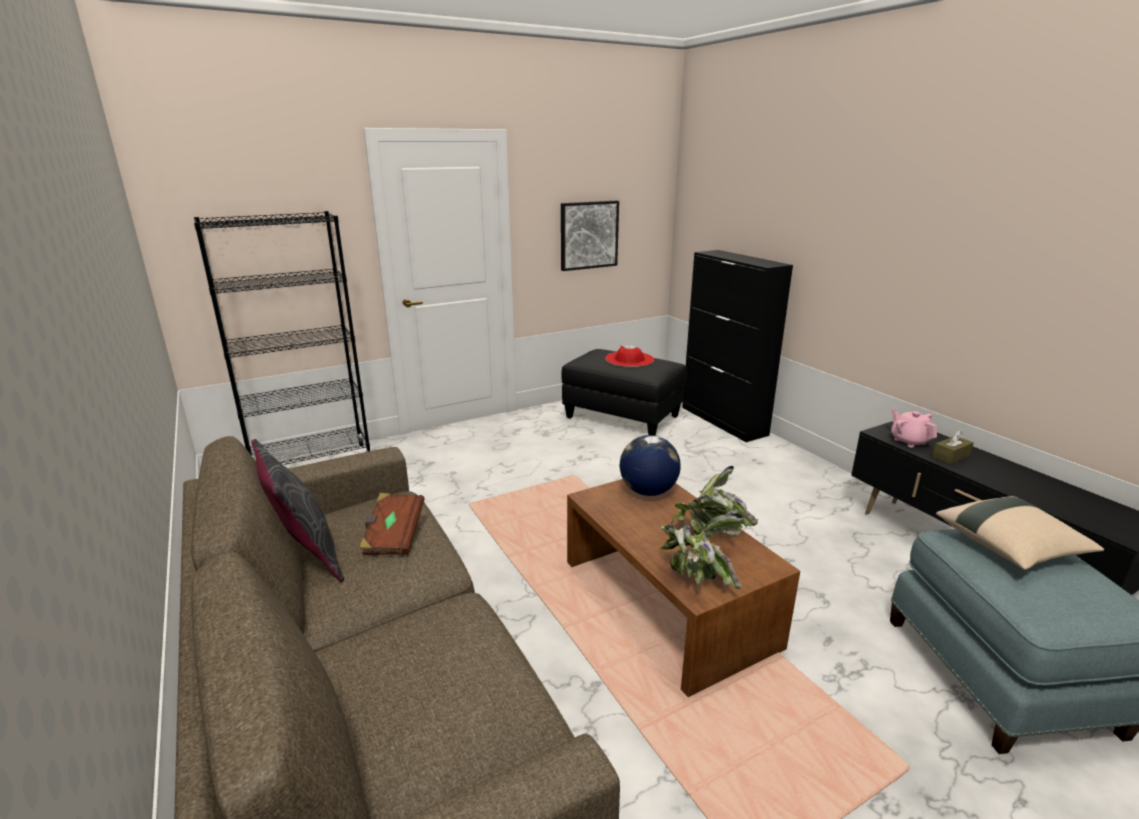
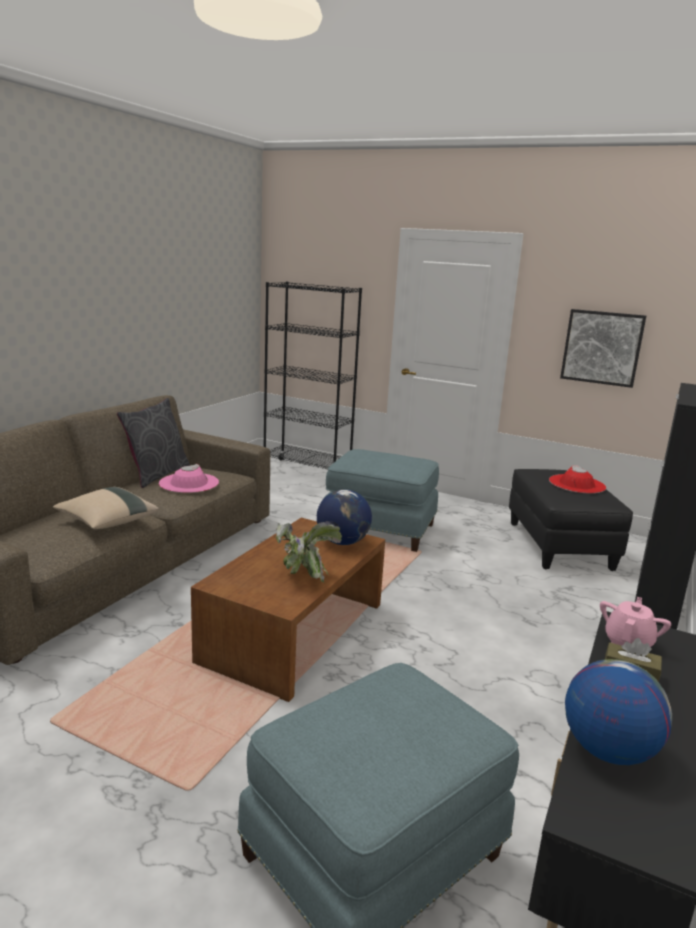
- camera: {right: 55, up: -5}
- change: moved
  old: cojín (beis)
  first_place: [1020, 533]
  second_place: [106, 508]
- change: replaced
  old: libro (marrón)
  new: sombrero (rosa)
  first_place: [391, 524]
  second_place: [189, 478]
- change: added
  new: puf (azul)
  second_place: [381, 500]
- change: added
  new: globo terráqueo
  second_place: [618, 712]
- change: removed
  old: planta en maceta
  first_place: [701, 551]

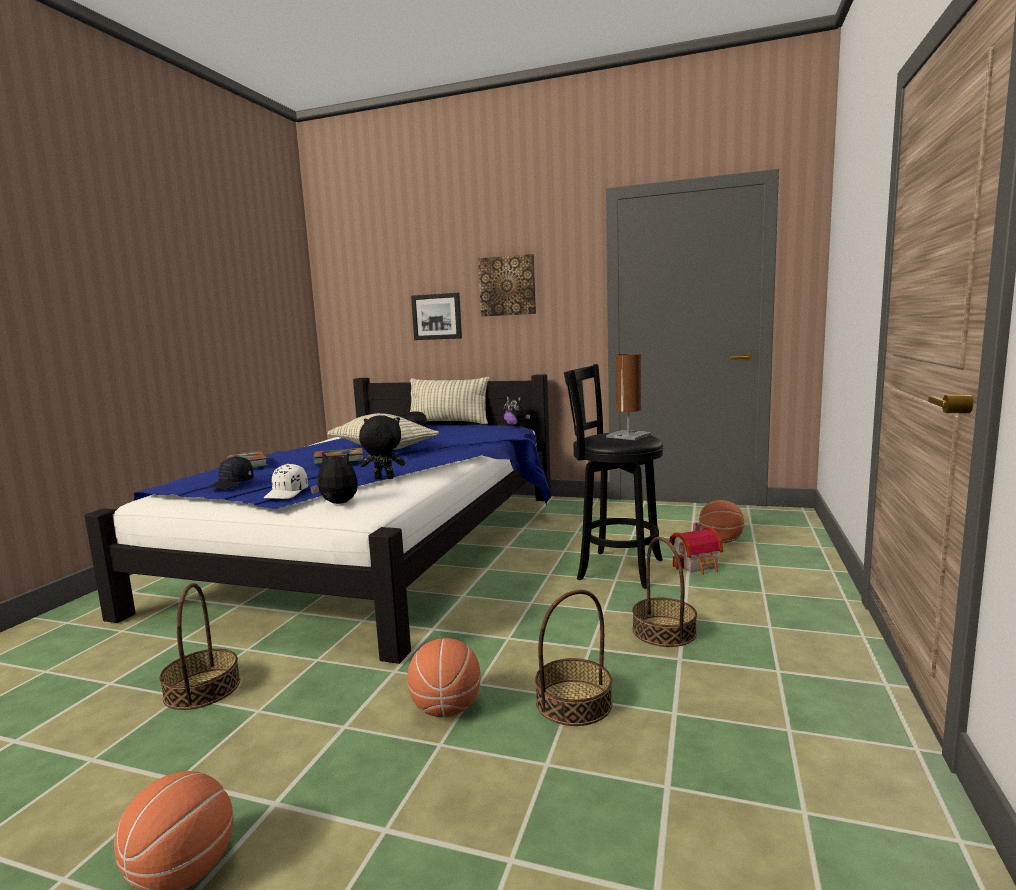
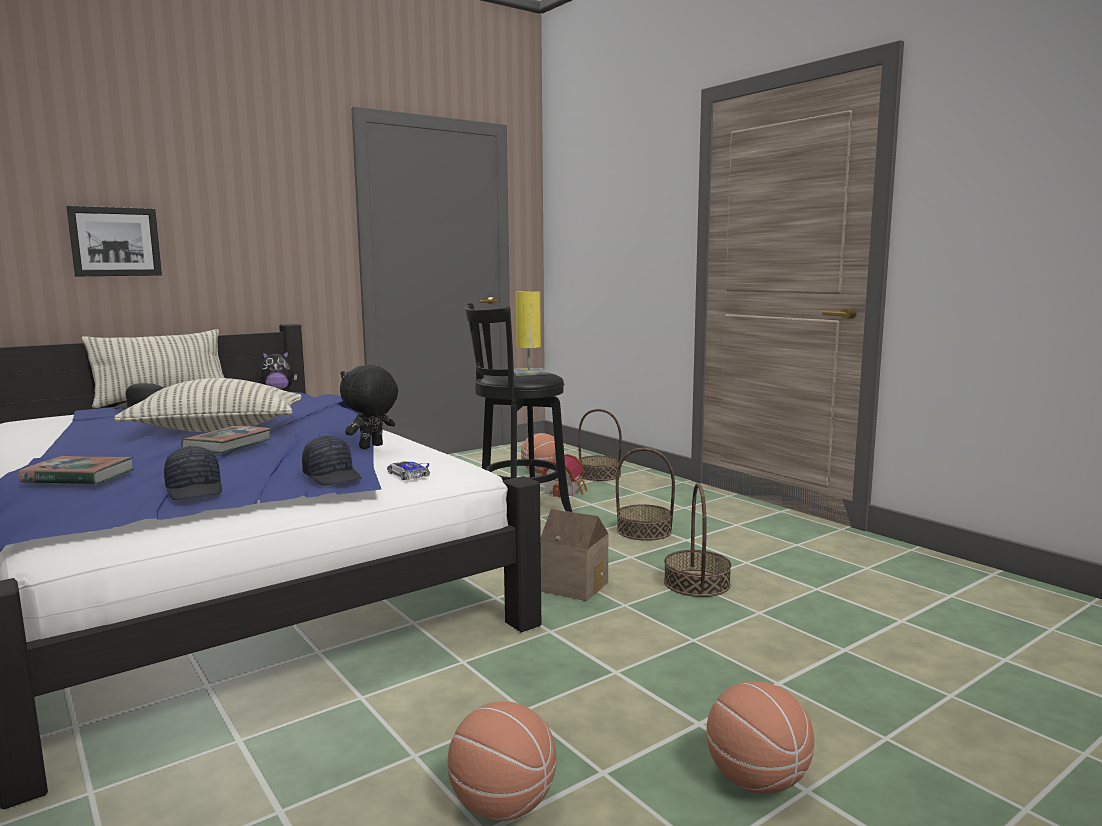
- camera: {right: -55, up: 0}
- change: recoloured
  old: gorra (blanco)
  new: gorra (negro)
  first_place: [286, 481]
  second_place: [332, 461]
- change: replaced
  old: peluche
  new: coche de juguete
  first_place: [334, 478]
  second_place: [408, 470]
- change: moved
  old: balón de baloncesto
  first_place: [444, 677]
  second_place: [502, 761]
- change: recoloured
  old: lámpara de mesa (marrón)
  new: lámpara de mesa (amarillo)
  first_place: [628, 397]
  second_place: [531, 333]
- change: added
  new: casita
  second_place: [574, 555]
- change: moved
  old: cesta
  first_place: [199, 646]
  second_place: [600, 445]
- change: removed
  old: cuadro
  first_place: [507, 285]

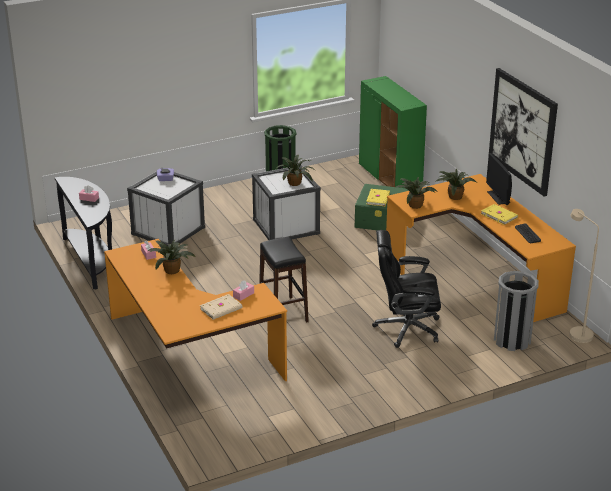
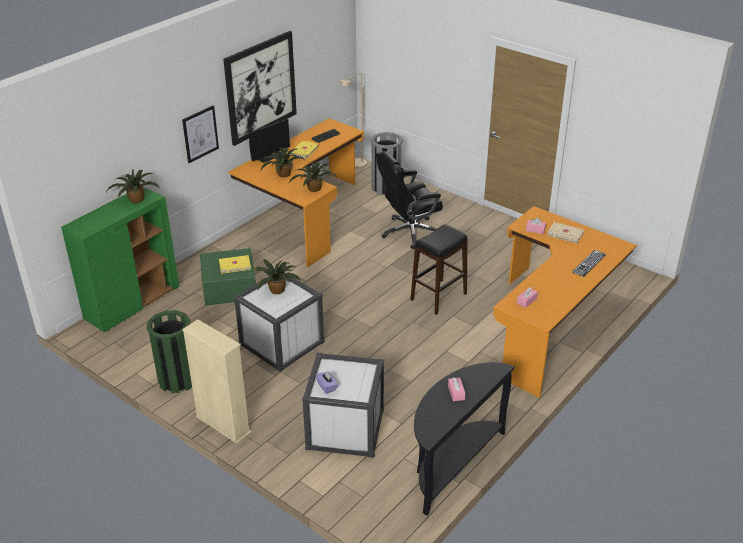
- camera: {right: -115, up: 5}
- change: moved
  old: planta en maceta
  first_place: [172, 257]
  second_place: [133, 186]
- change: added
  new: cuadro
  second_place: [200, 134]
- change: added
  new: estantería (beis)
  second_place: [216, 381]
- change: turned
  old: silla de oficina (negro)
  first_place: [406, 289]
  second_place: [410, 200]
  degrees: 90
- change: added
  new: teclado
  second_place: [589, 263]

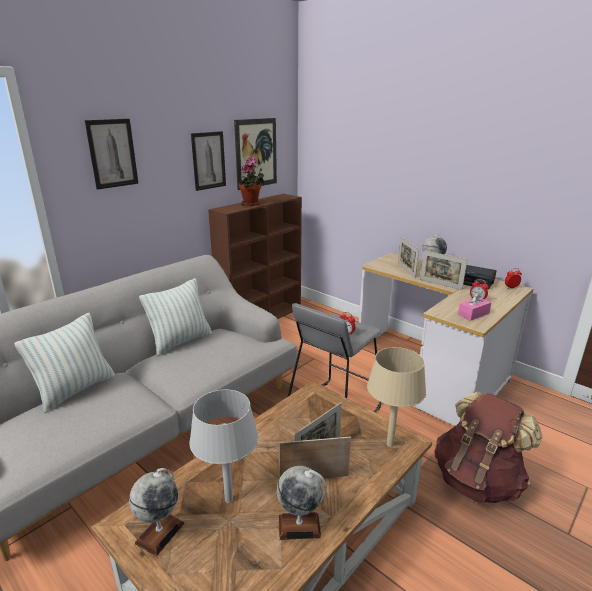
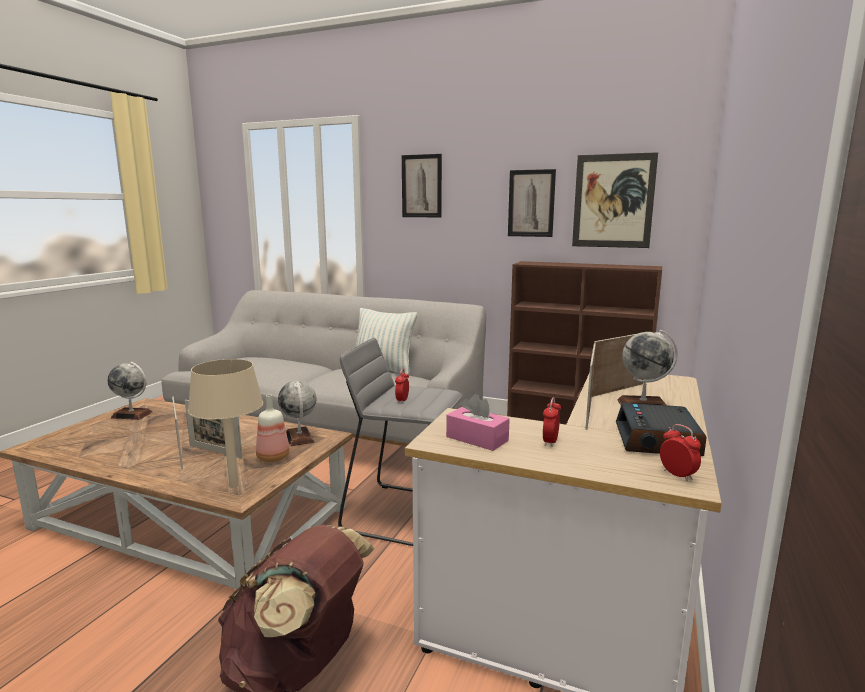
- camera: {right: 70, up: -10}
- change: added
  new: botella
  second_place: [273, 428]
- change: moved
  old: globo terráqueo
  first_place: [302, 503]
  second_place: [297, 413]
- change: removed
  old: cojín
  first_place: [65, 363]
- change: removed
  old: lámpara de mesa (gris)
  first_place: [223, 446]
- change: removed
  old: planta en maceta
  first_place: [251, 181]

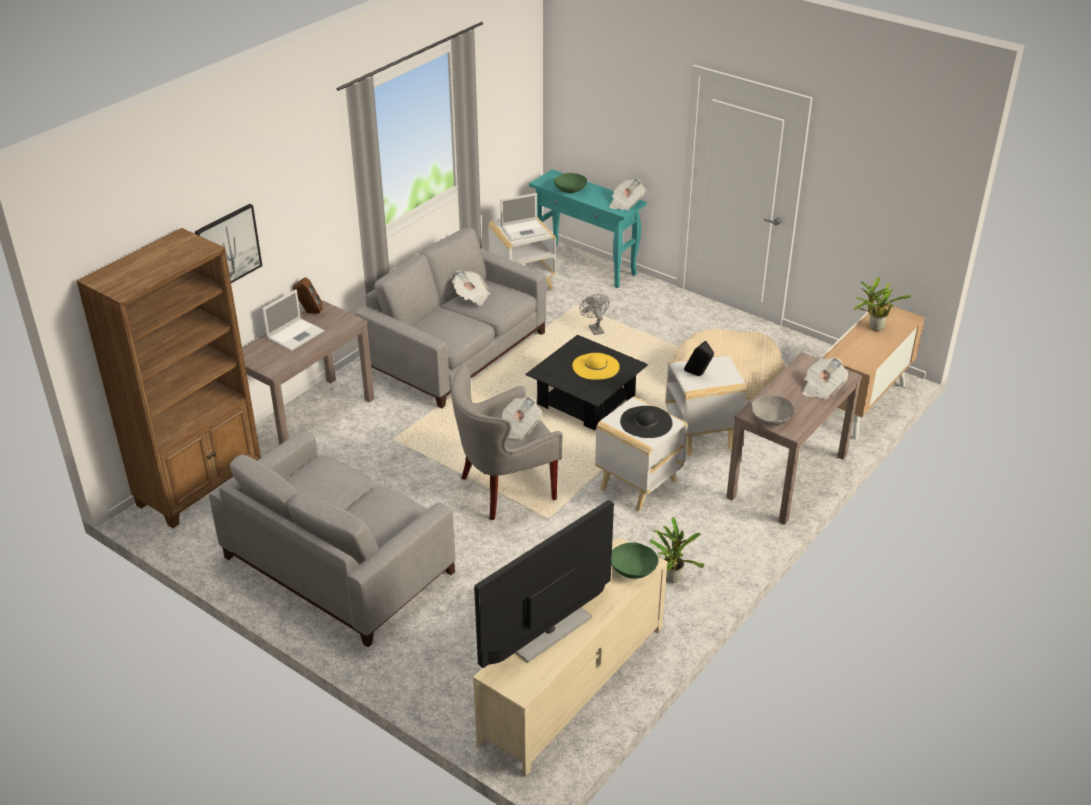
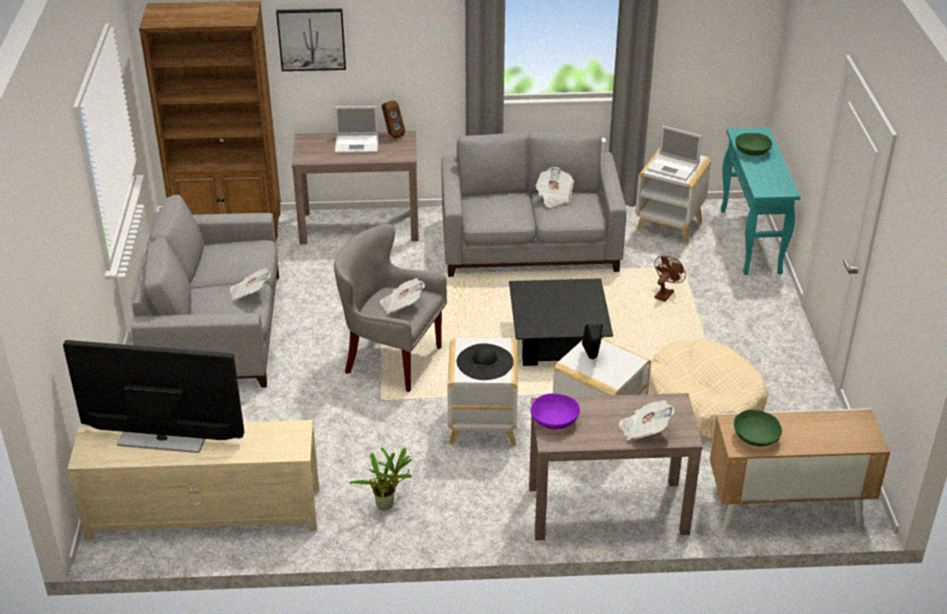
- camera: {right: 50, up: 0}
- change: moved
  old: periódico
  first_place: [627, 194]
  second_place: [250, 284]
- change: recoloured
  old: cuenco (gris)
  new: cuenco (morado)
  first_place: [772, 410]
  second_place: [555, 411]
- change: recoloured
  old: ventilador (gris)
  new: ventilador (marrón)
  first_place: [594, 314]
  second_place: [670, 279]
- change: moved
  old: cuenco (verde)
  first_place: [634, 560]
  second_place: [758, 428]
- change: removed
  old: sombrero (amarillo)
  first_place: [596, 366]
- change: removed
  old: planta en maceta
  first_place: [883, 304]

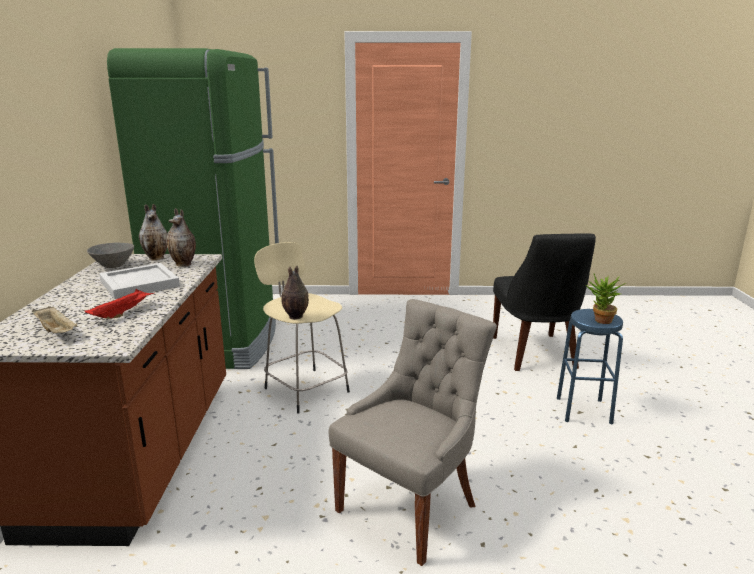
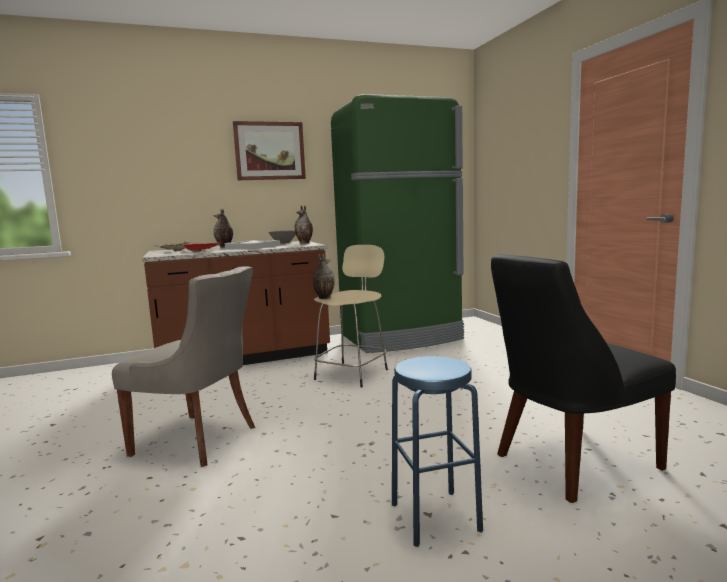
- camera: {right: 70, up: -10}
- change: moved
  old: florero
  first_place: [181, 237]
  second_place: [223, 228]
- change: added
  new: cuadro
  second_place: [269, 150]
- change: removed
  old: planta en maceta
  first_place: [606, 299]

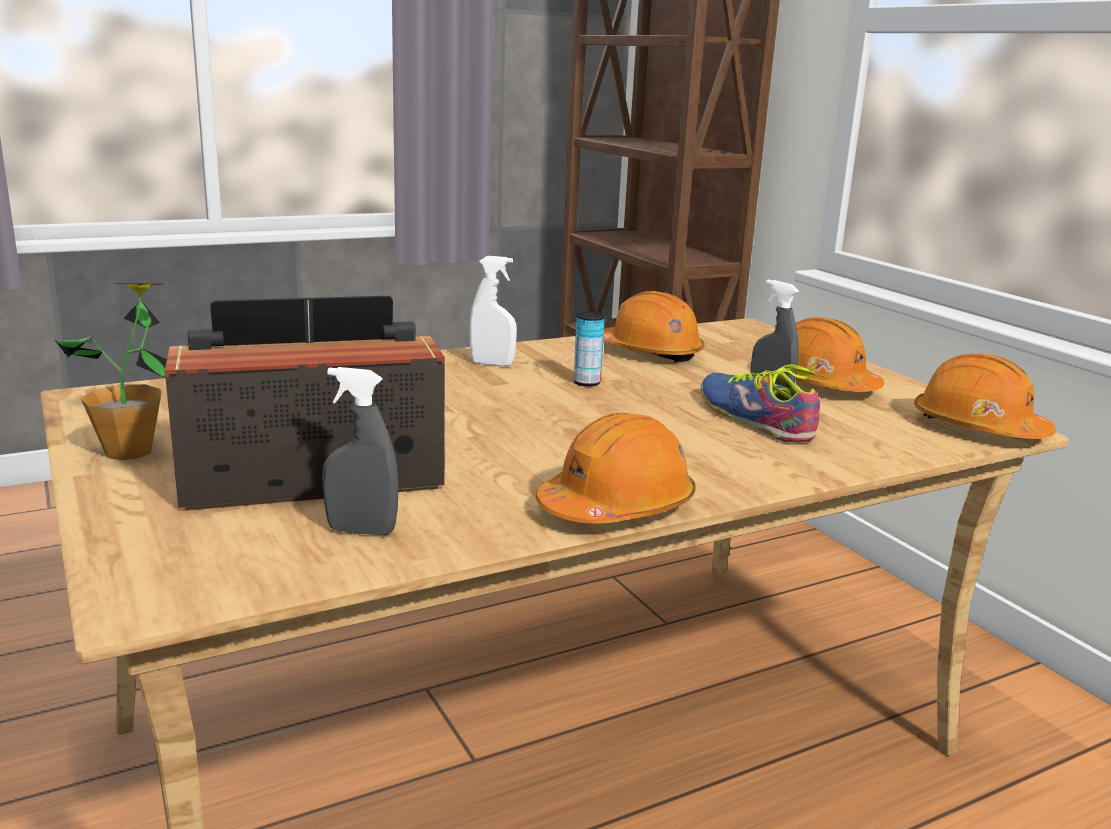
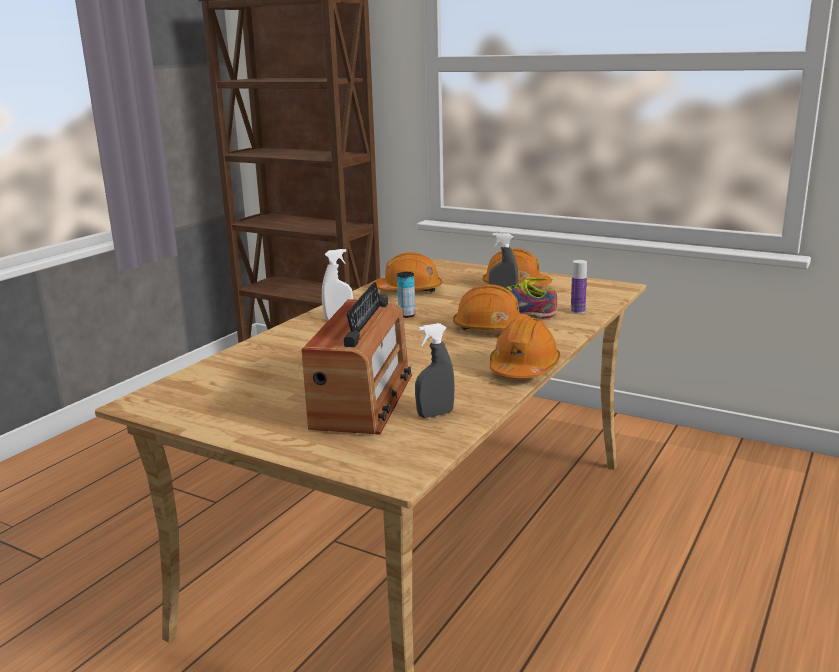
- camera: {right: -30, up: 0}
- change: turned
  old: radio
  first_place: [305, 403]
  second_place: [357, 358]
  degrees: 150
- change: moved
  old: casco (naranja)
  first_place: [985, 396]
  second_place: [492, 307]
- change: added
  new: botella
  second_place: [579, 287]
- change: removed
  old: planta en maceta
  first_place: [111, 371]

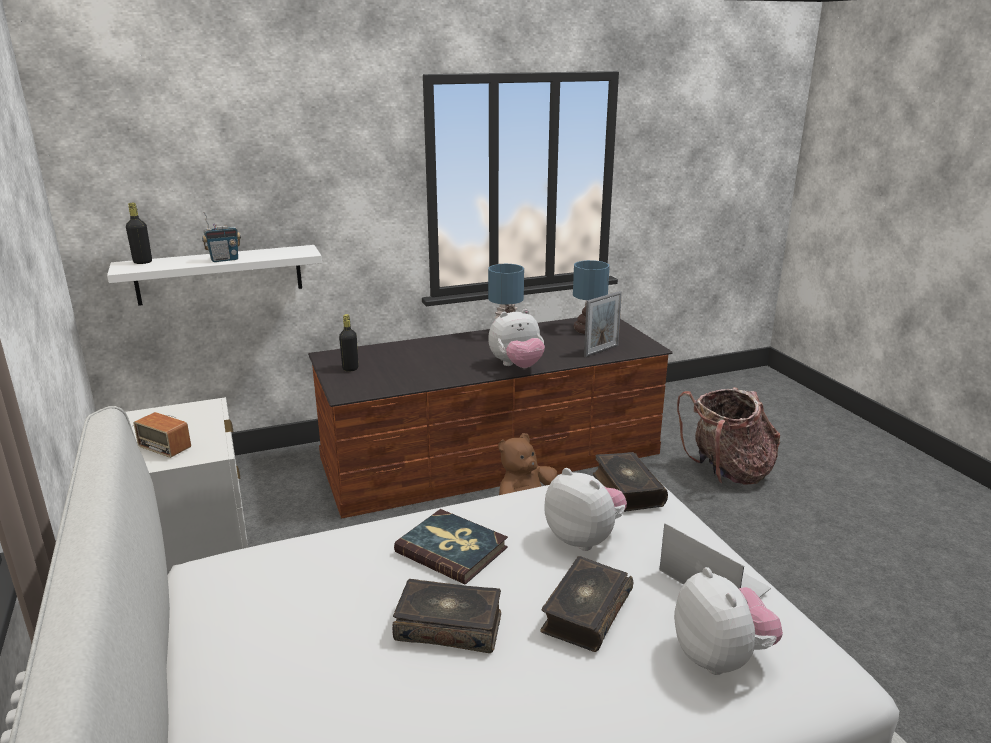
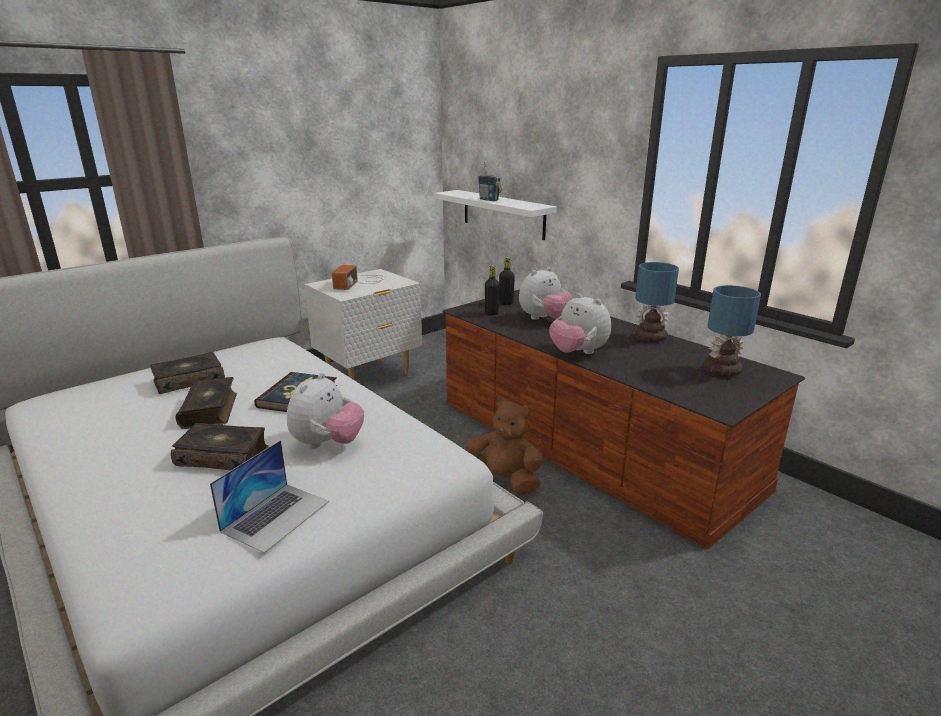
- camera: {right: 70, up: 0}
- change: moved
  old: libro
  first_place: [630, 482]
  second_place: [187, 373]
- change: moved
  old: botella (negro)
  first_place: [139, 233]
  second_place: [492, 290]
- change: moved
  old: peluche
  first_place: [728, 621]
  second_place: [546, 293]
- change: removed
  old: portarretratos
  first_place: [603, 324]
- change: removed
  old: mochila
  first_place: [728, 436]

